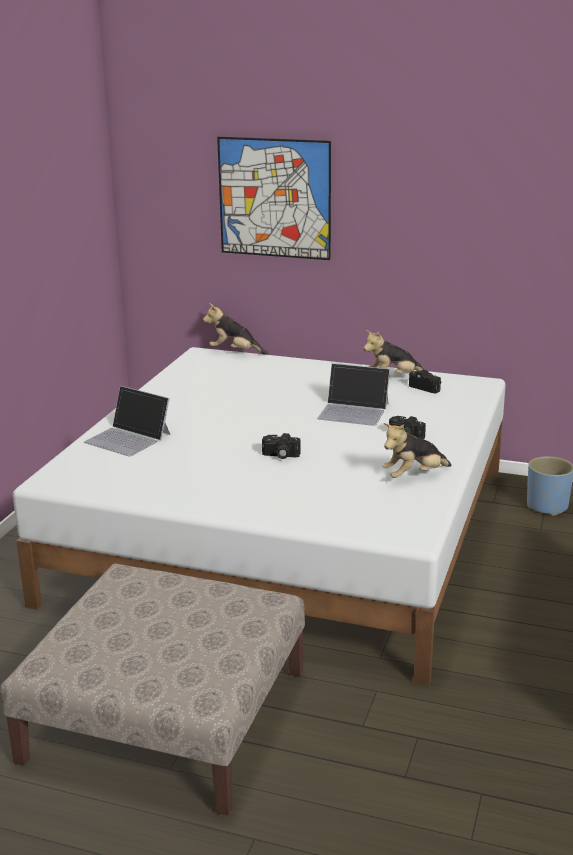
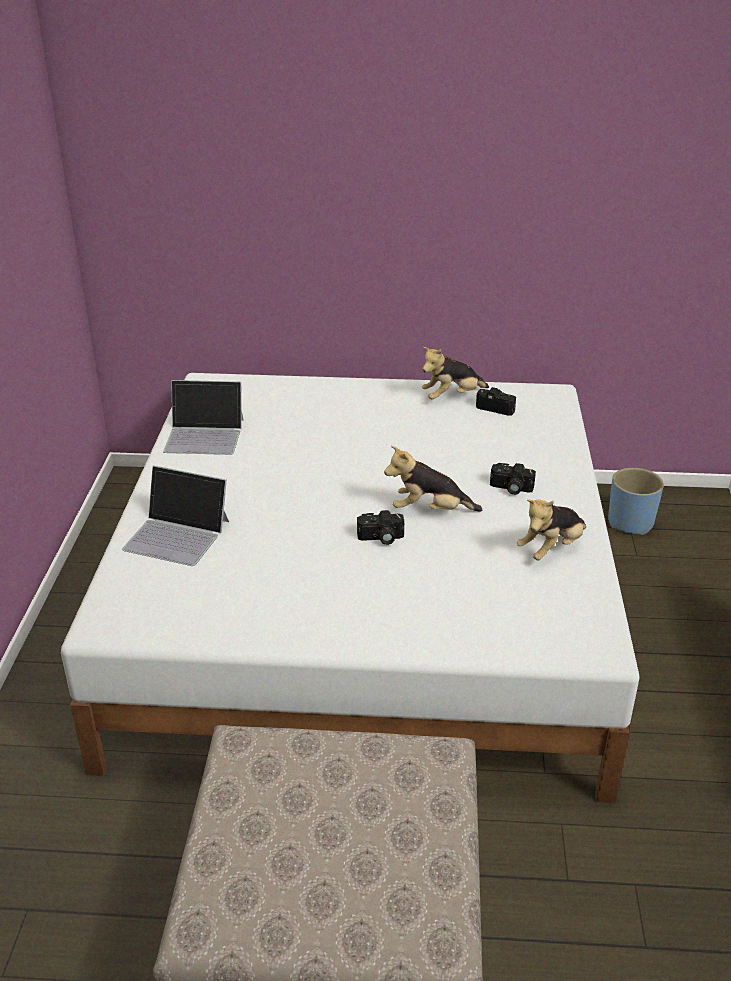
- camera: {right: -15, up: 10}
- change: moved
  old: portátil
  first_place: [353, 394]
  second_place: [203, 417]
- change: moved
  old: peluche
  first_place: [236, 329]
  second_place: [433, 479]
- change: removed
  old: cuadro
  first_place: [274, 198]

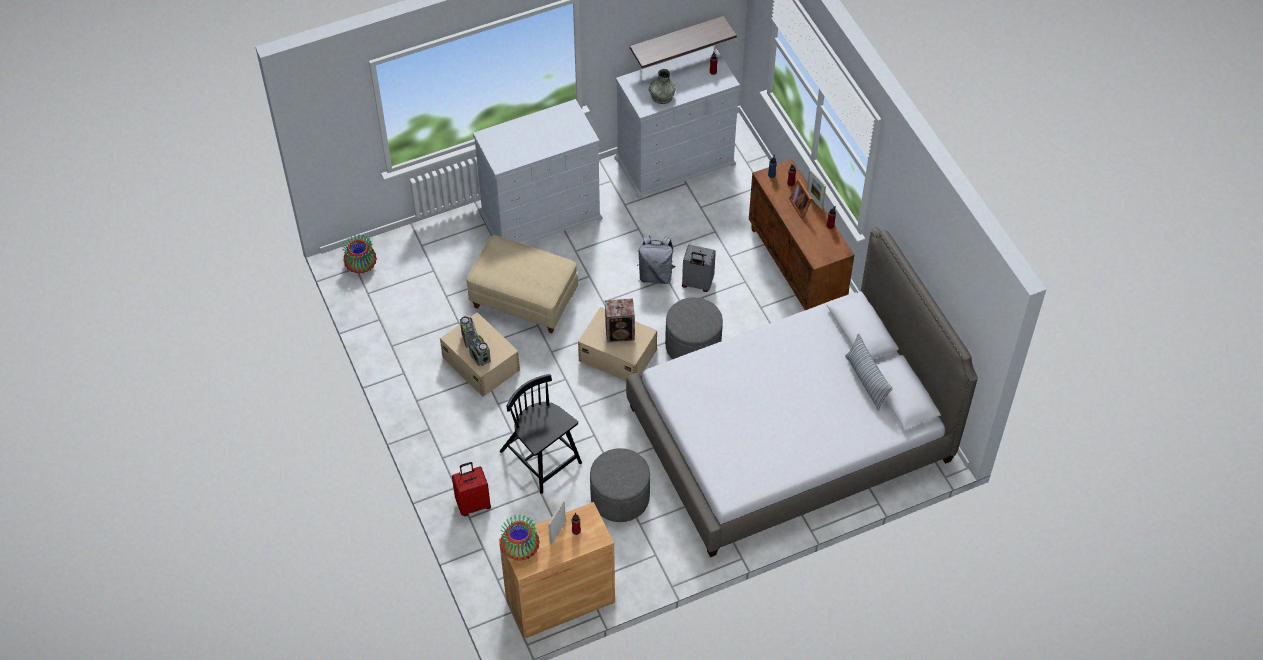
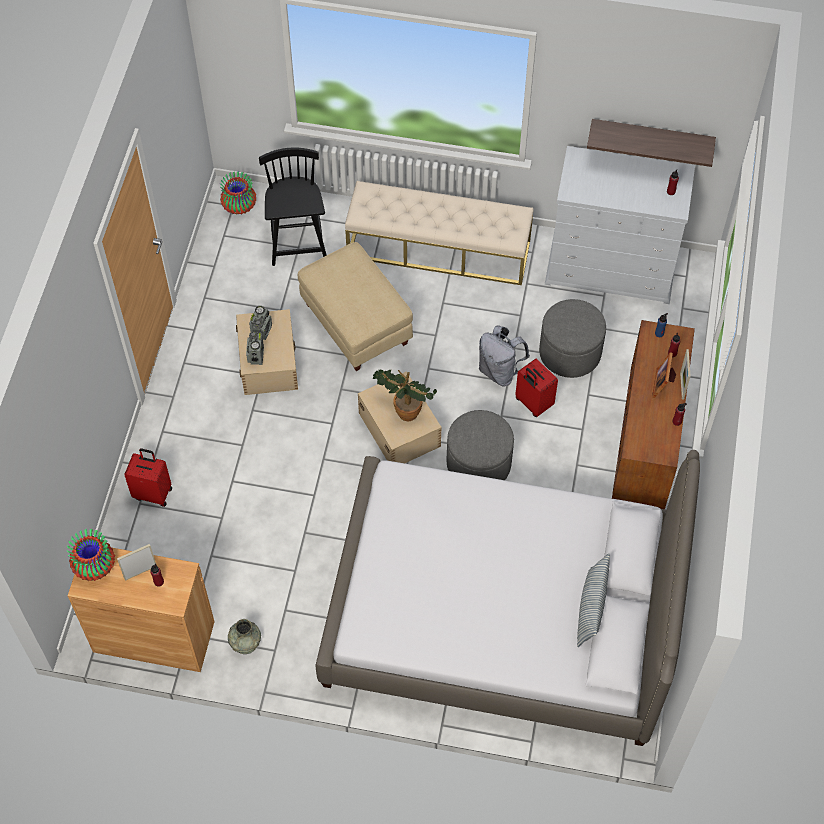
- camera: {right: 35, up: 5}
- change: moved
  old: florero (gris)
  first_place: [662, 86]
  second_place: [244, 636]
- change: moved
  old: silla (negro)
  first_place: [541, 434]
  second_place: [293, 207]
- change: replaced
  old: cómoda (blanco)
  new: banco (beis)
  first_place: [538, 171]
  second_place: [439, 233]
- change: replaced
  old: altavoz
  new: planta en maceta
  first_place: [620, 320]
  second_place: [405, 395]
- change: recoloured
  old: maleta (gris)
  new: maleta (rojo)
  first_place: [699, 268]
  second_place: [536, 387]
- change: moved
  old: puf (gris)
  first_place: [620, 485]
  second_place: [572, 338]

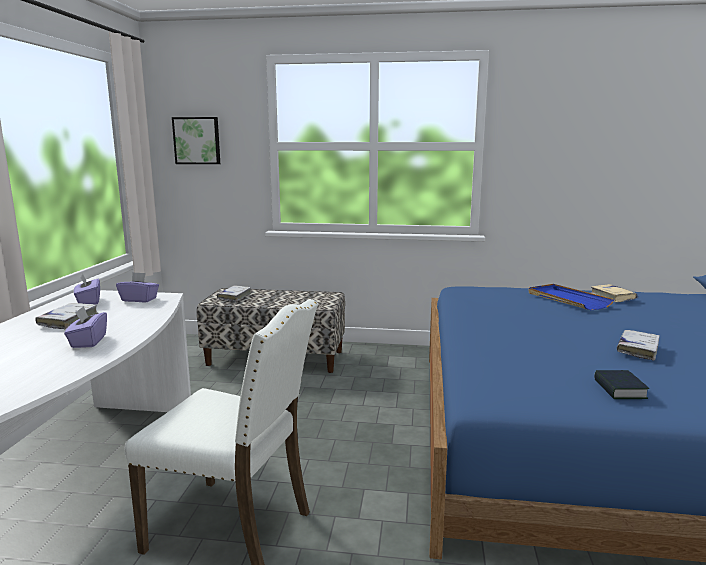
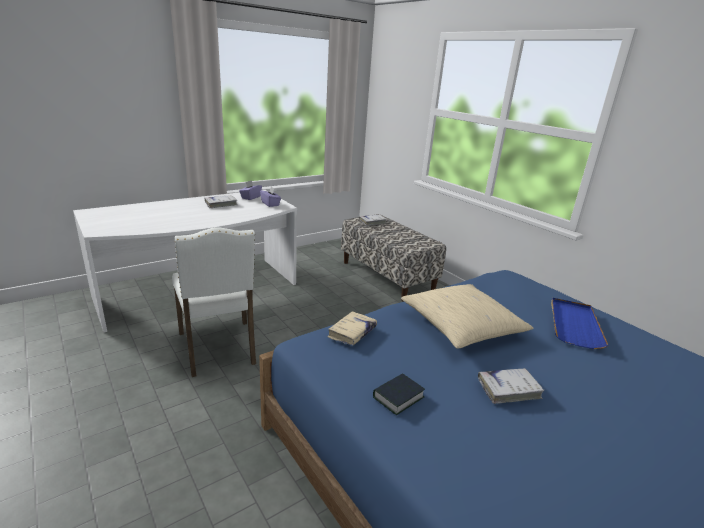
- camera: {right: 45, up: 10}
- change: moved
  old: libro (beis)
  first_place: [614, 293]
  second_place: [352, 328]
- change: added
  new: cojín (beis)
  second_place: [467, 316]
- change: removed
  old: caja de pañuelos (morado)
  first_place: [85, 327]
- change: removed
  old: cuadro
  first_place: [196, 140]

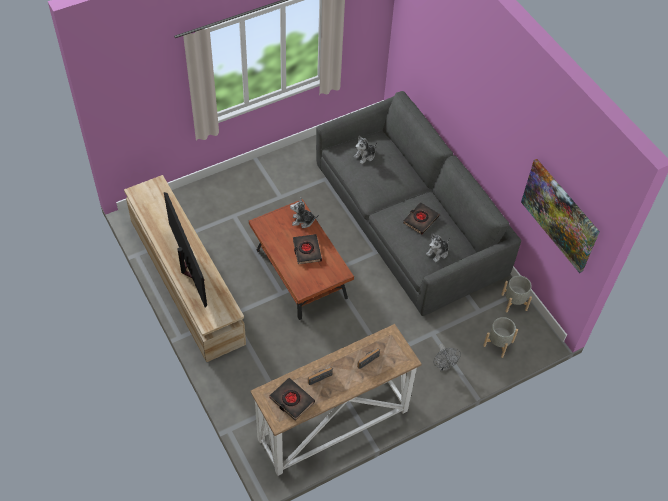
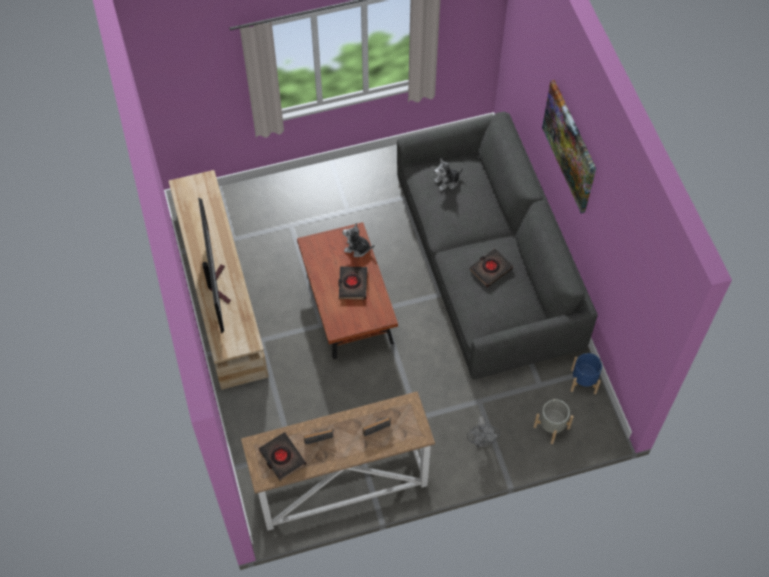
- camera: {right: 15, up: 5}
- change: moved
  old: cuadro
  first_place: [560, 216]
  second_place: [569, 146]
- change: recoloured
  old: maceta (gris)
  new: maceta (azul)
  first_place: [516, 294]
  second_place: [586, 373]
- change: removed
  old: peluche
  first_place: [438, 247]

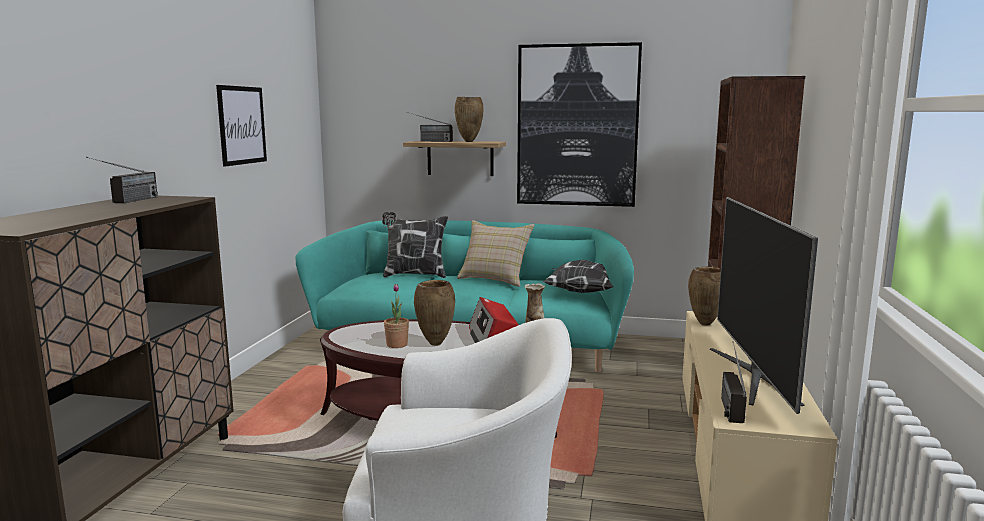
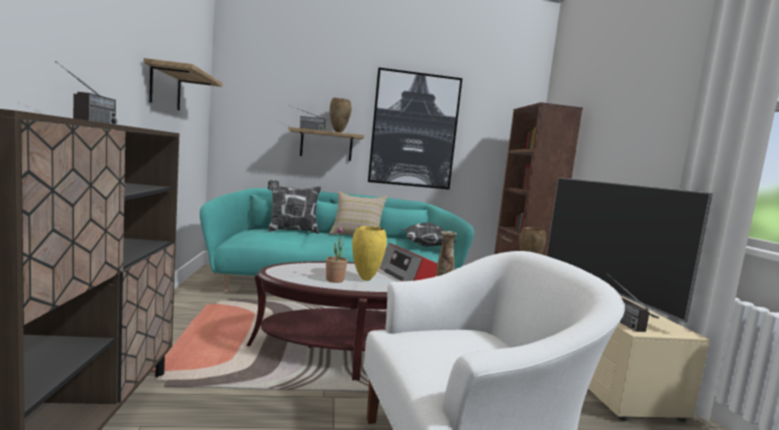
- camera: {right: -20, up: -5}
- change: replaced
  old: cuadro
  new: estante
  first_place: [241, 126]
  second_place: [183, 84]
- change: recoloured
  old: florero (marrón)
  new: florero (amarillo)
  first_place: [434, 313]
  second_place: [369, 253]

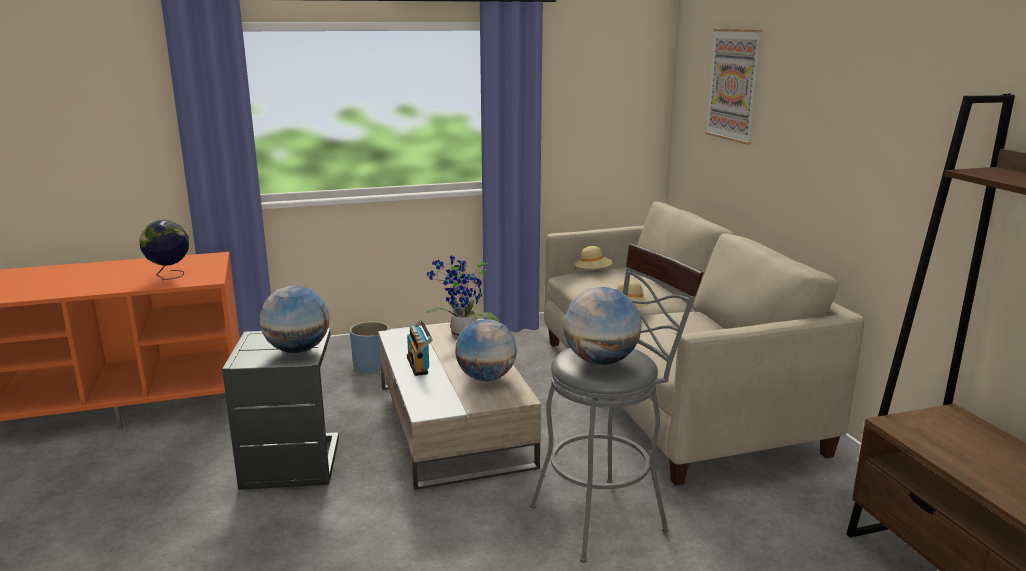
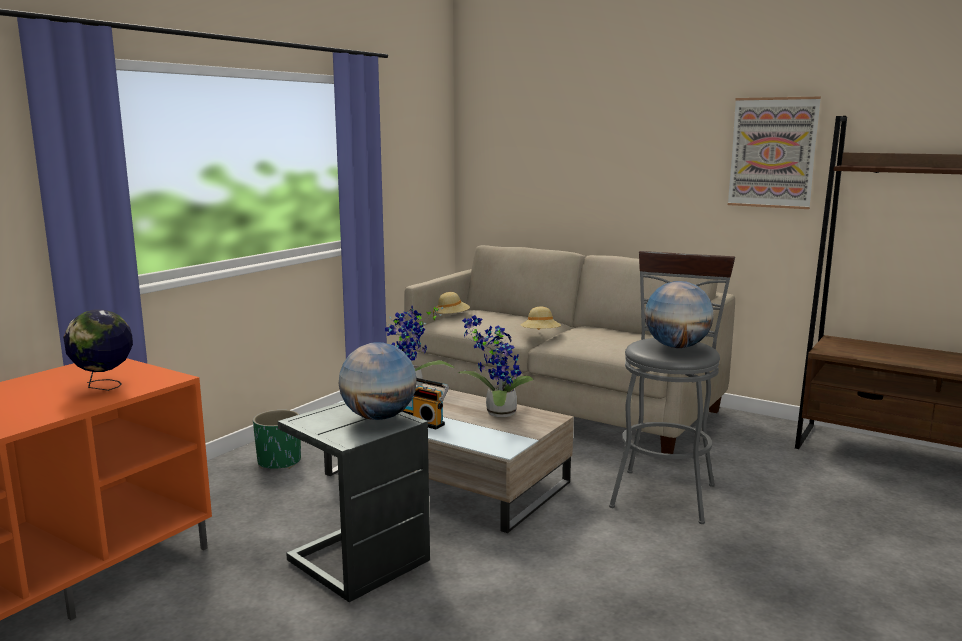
- camera: {right: -40, up: -5}
- change: recoloured
  old: maceta (azul)
  new: maceta (verde)
  first_place: [370, 348]
  second_place: [277, 439]
- change: replaced
  old: globo terráqueo
  new: planta en maceta
  first_place: [486, 350]
  second_place: [495, 366]
- change: moved
  old: cuadro
  first_place: [733, 87]
  second_place: [774, 153]

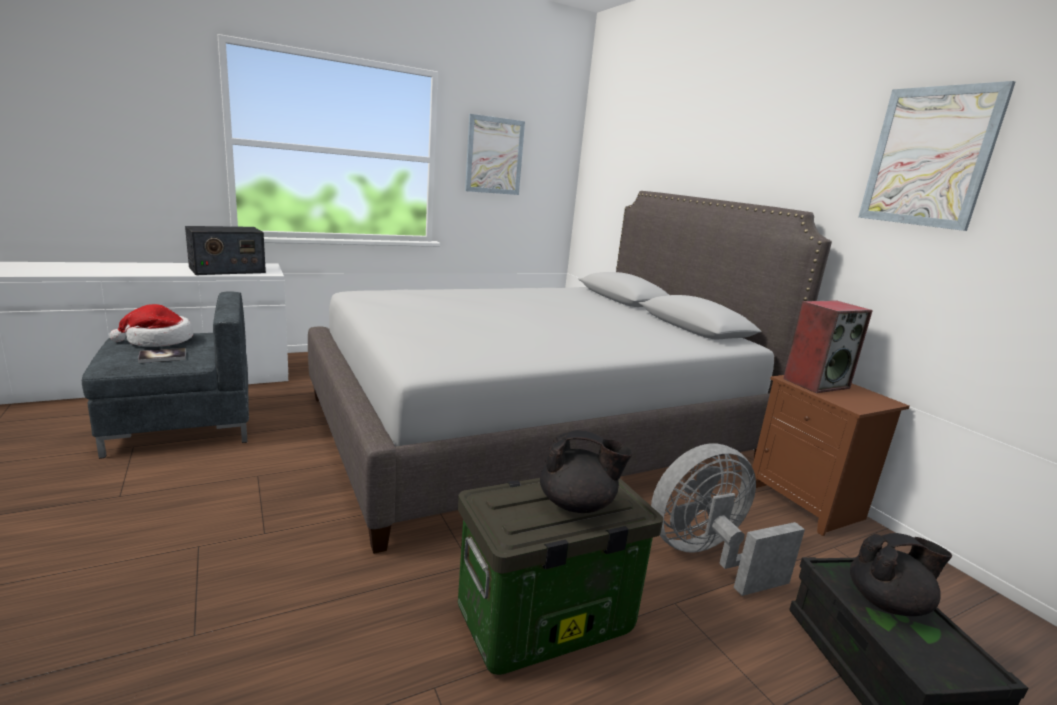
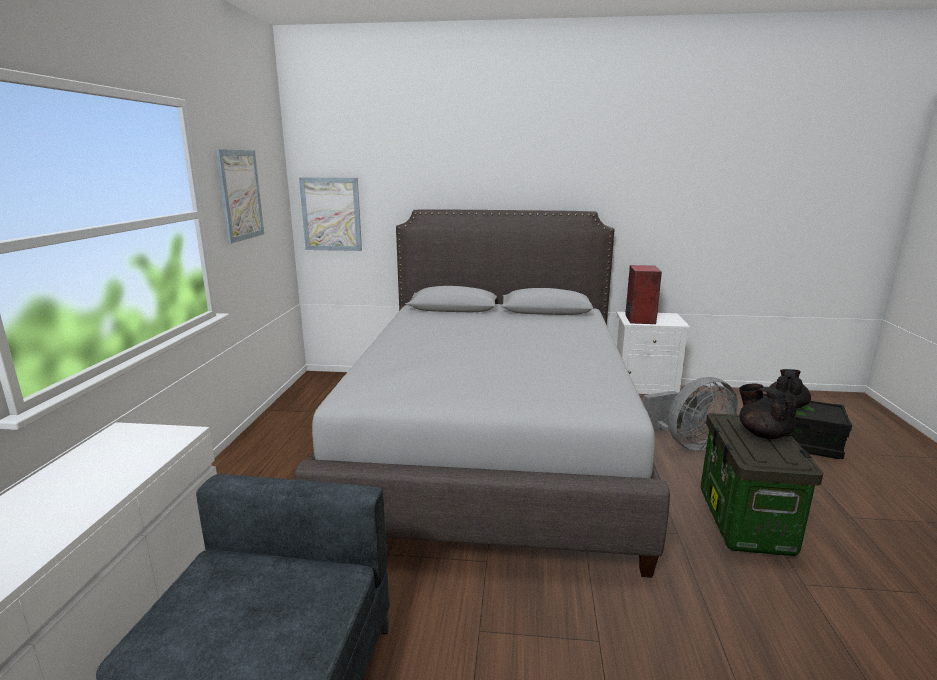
- camera: {right: -55, up: 0}
- change: moved
  old: cuadro
  first_place: [936, 156]
  second_place: [330, 214]
- change: recoloured
  old: mesita de noche (marrón)
  new: mesita de noche (blanco)
  first_place: [831, 455]
  second_place: [653, 353]
- change: turned
  old: ventilador (gris)
  first_place: [728, 519]
  second_place: [690, 414]
  degrees: -120
- change: turned
  old: tetera (negro)
  first_place: [586, 471]
  second_place: [768, 411]
  degrees: -75
- change: removed
  old: sombrero
  first_place: [151, 325]
- change: removed
  old: libro
  first_place: [162, 355]
- change: removed
  old: radio
  first_place: [225, 250]

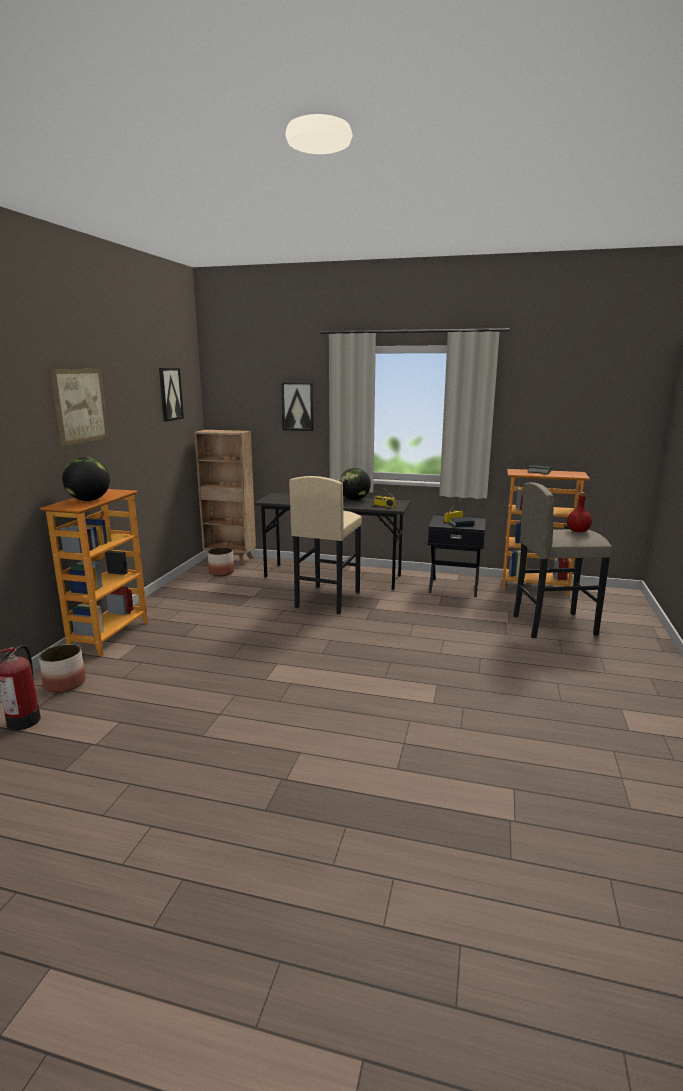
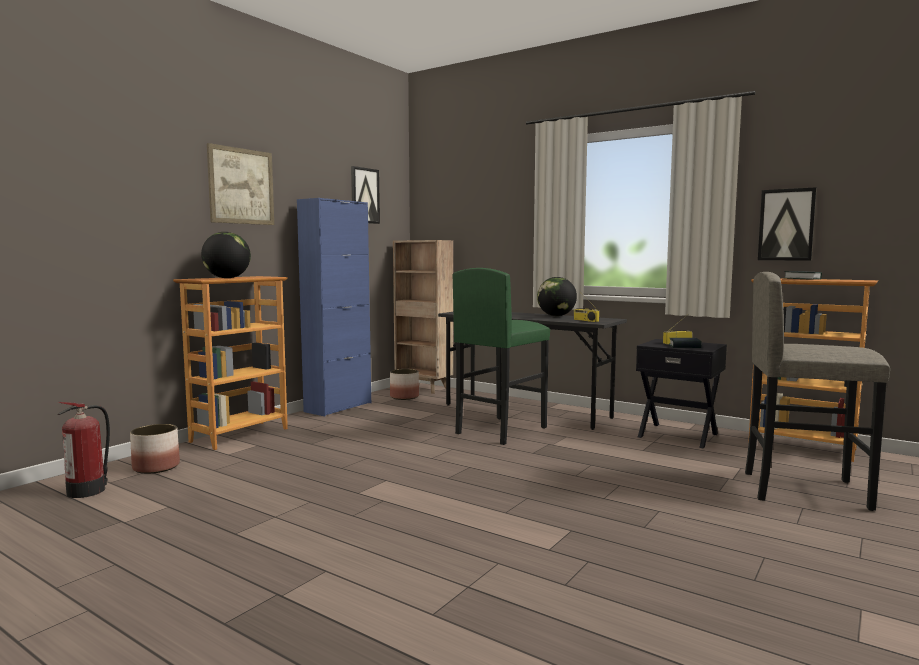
- camera: {right: 20, up: -10}
- change: added
  new: armario (azul)
  second_place: [334, 307]
- change: recoloured
  old: taburete (beis)
  new: taburete (verde)
  first_place: [325, 545]
  second_place: [501, 356]
- change: moved
  old: cuadro
  first_place: [297, 406]
  second_place: [787, 224]
- change: removed
  old: botella (rojo)
  first_place: [579, 512]

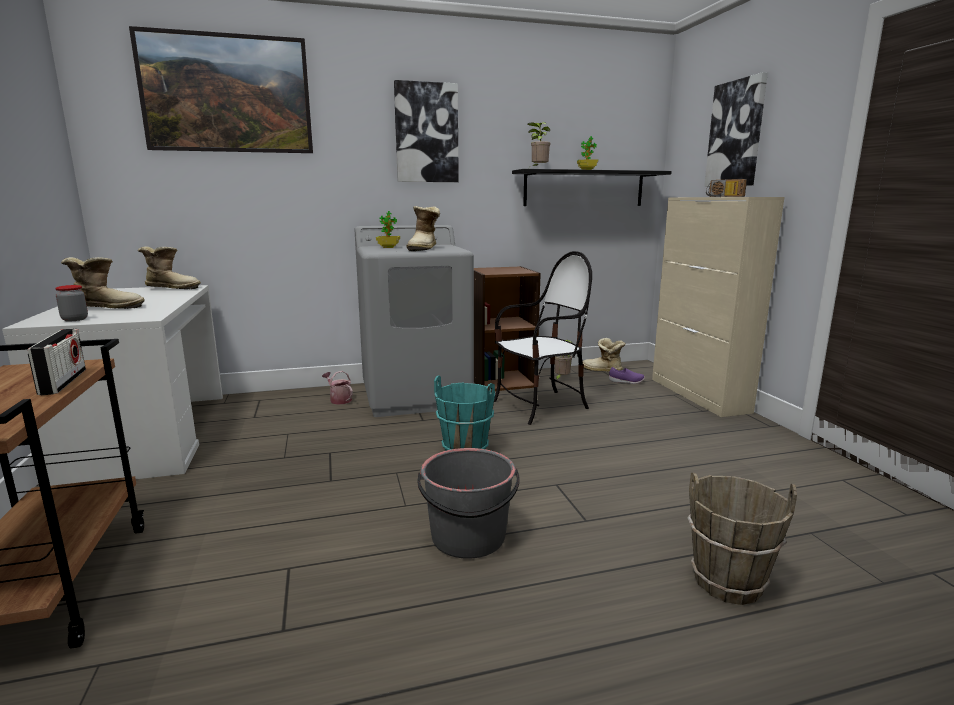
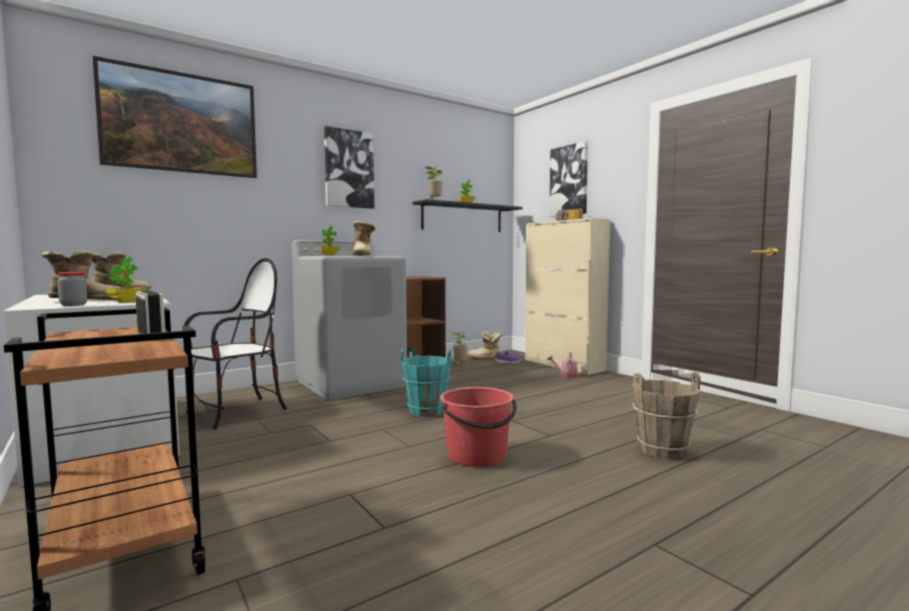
- camera: {right: -20, up: -10}
- change: added
  new: planta en maceta
  second_place: [127, 279]
- change: moved
  old: silla
  first_place: [543, 338]
  second_place: [235, 344]
- change: recoloured
  old: cubo (gris)
  new: cubo (rojo)
  first_place: [468, 503]
  second_place: [478, 427]
- change: moved
  old: regadera
  first_place: [337, 388]
  second_place: [566, 365]

